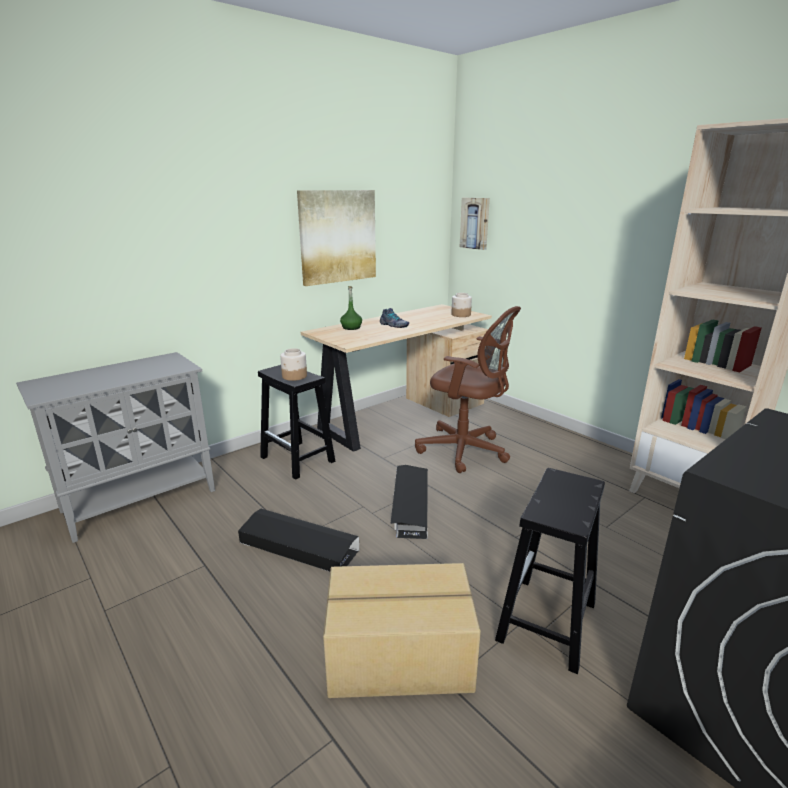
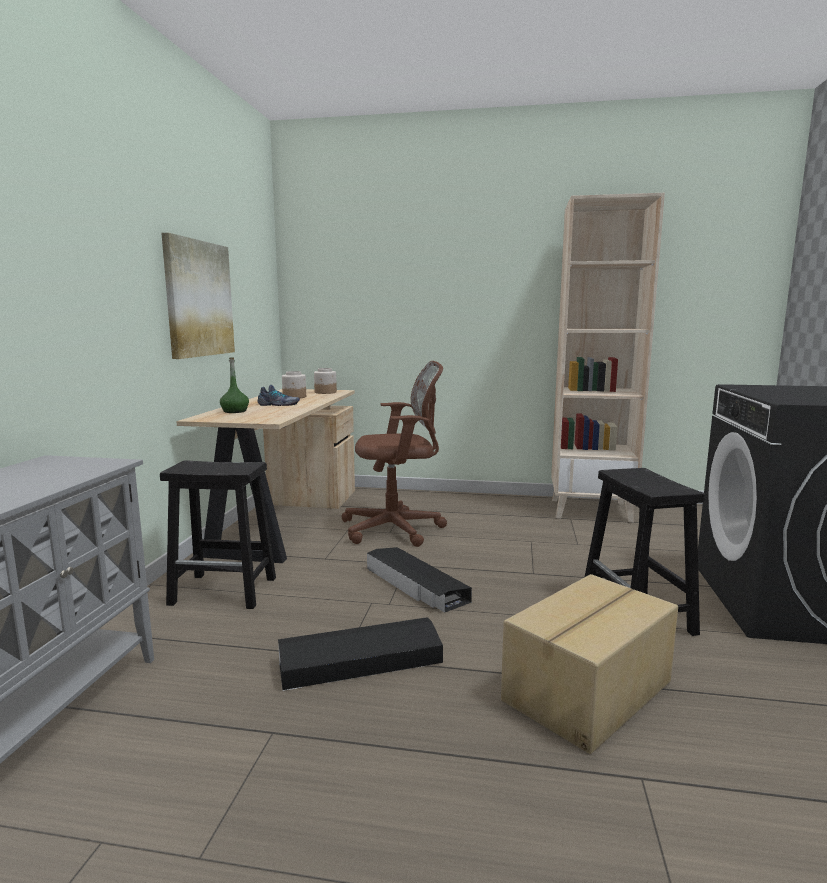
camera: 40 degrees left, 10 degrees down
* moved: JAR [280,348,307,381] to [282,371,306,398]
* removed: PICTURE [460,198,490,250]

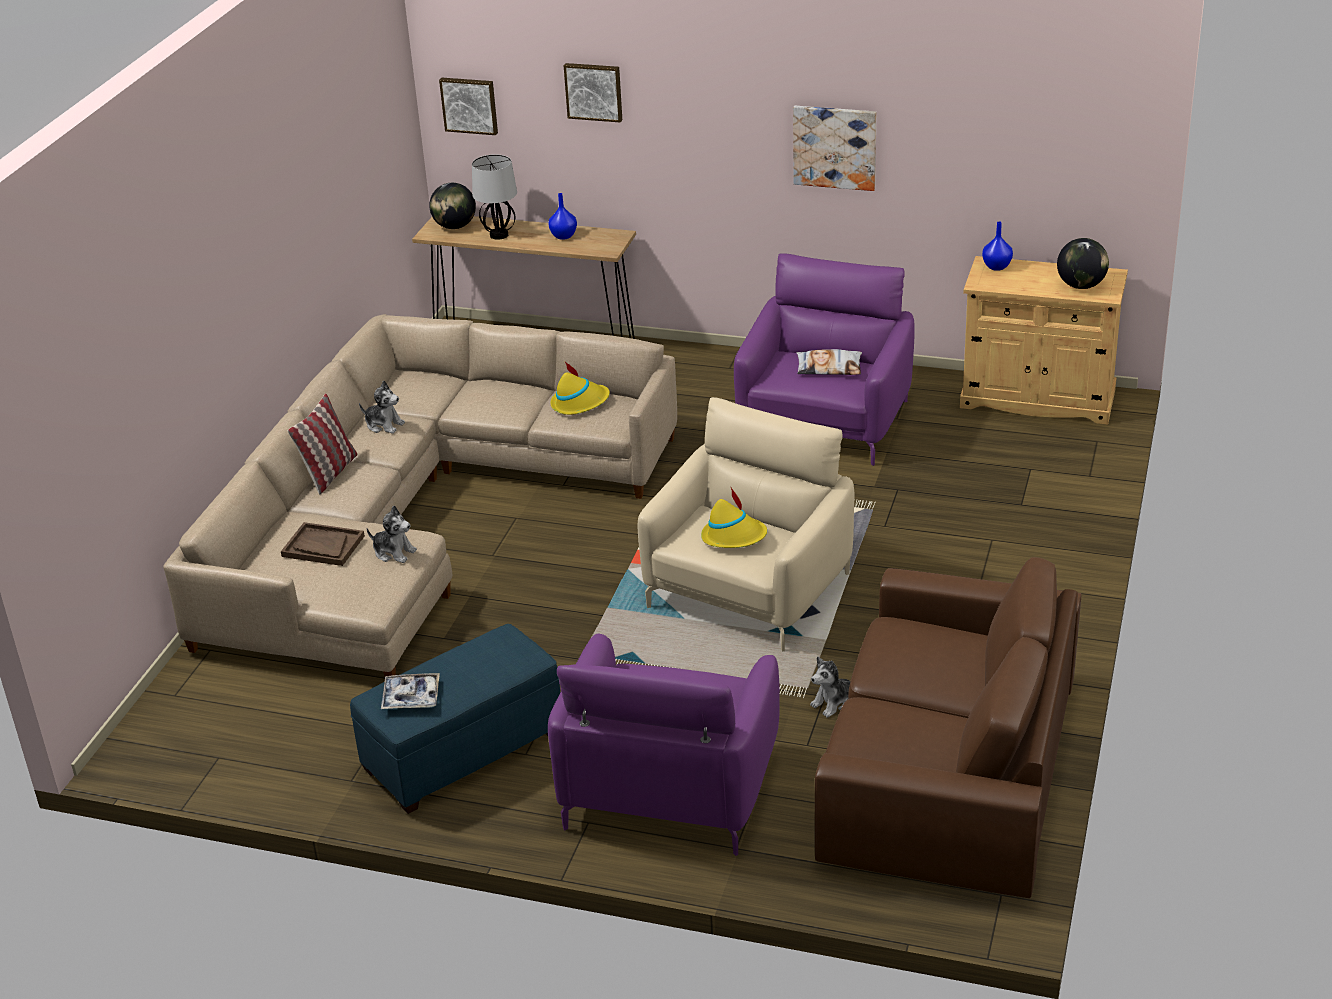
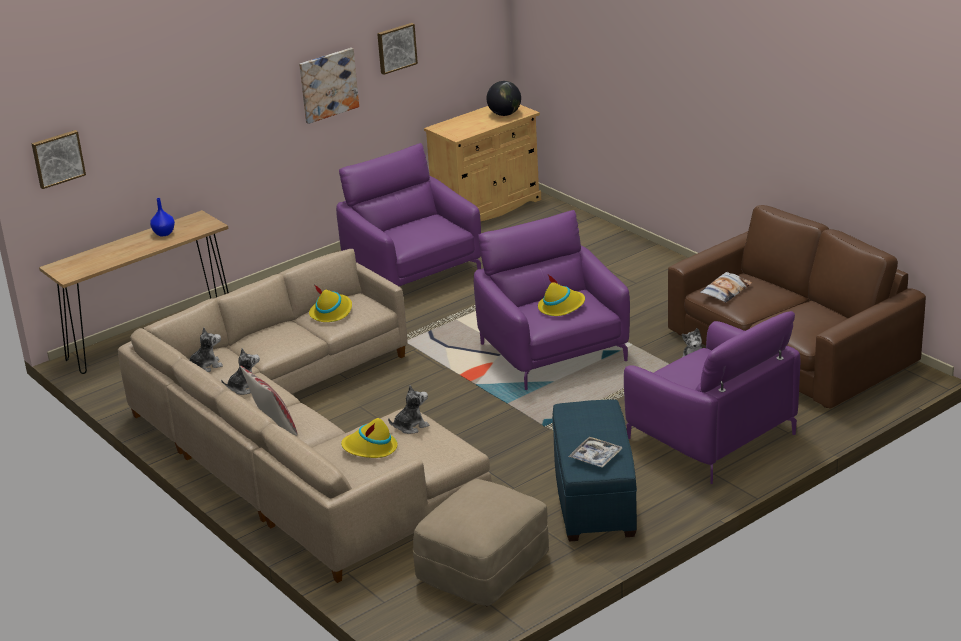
camera: 55 degrees left, 5 degrees down
* replaced: BROWN TRAY [281,522,365,566] to YELLOW HAT [341,418,398,458]
* removed: GLOBE [429,183,476,229]
* removed: TABLE LAMP [472,154,517,240]
* moved: PICTURE [564,63,622,122] to [377,23,418,75]
* recoloured: BEIGE ARMCHAIR [637,397,854,652] to PURPLE ARMCHAIR [474,210,630,390]
* moved: PILLOW [797,349,862,375] to [700,272,752,303]
* removed: BLUE VASE [982,222,1013,271]
* added: PLUSH TOY [189,327,223,372]
* added: BEIGE OTTOMAN [413,479,549,606]

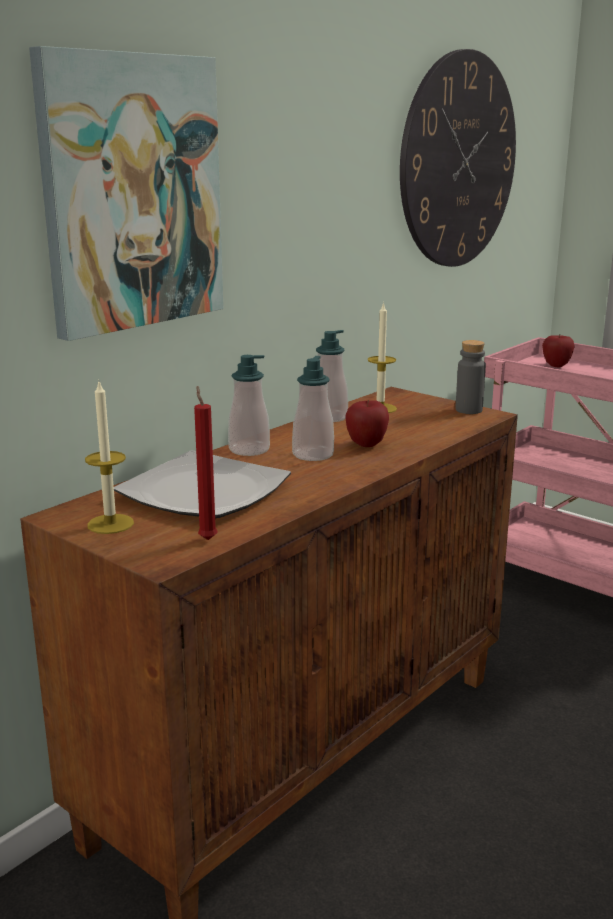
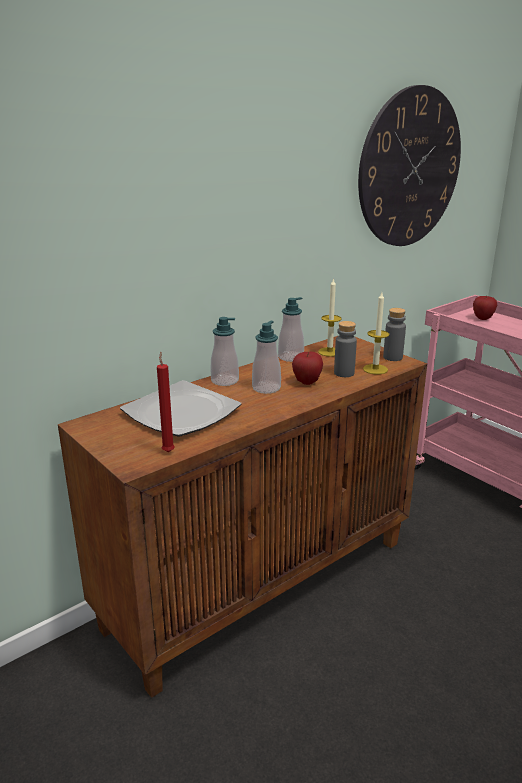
camera: 10 degrees right, 5 degrees up
* removed: PICTURE [29,46,223,341]
* moved: CANDLE [85,379,134,534] to [363,293,389,375]
* added: GREY BOTTLE [334,321,357,377]

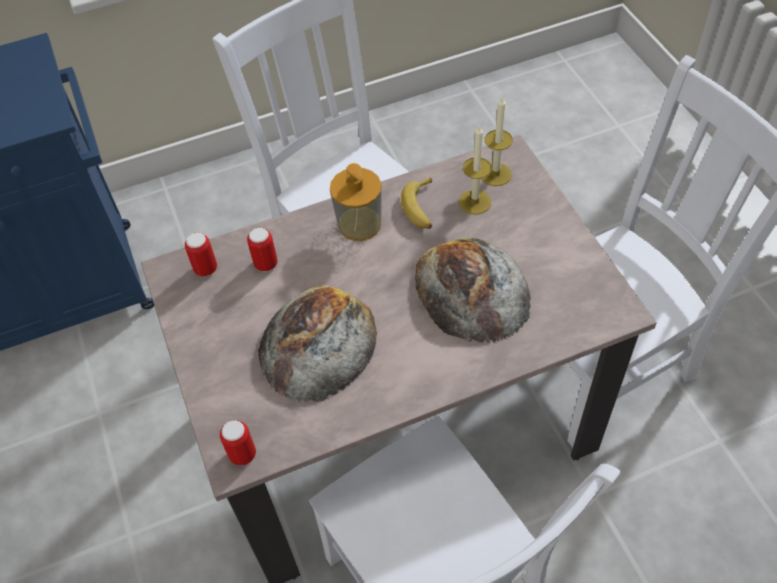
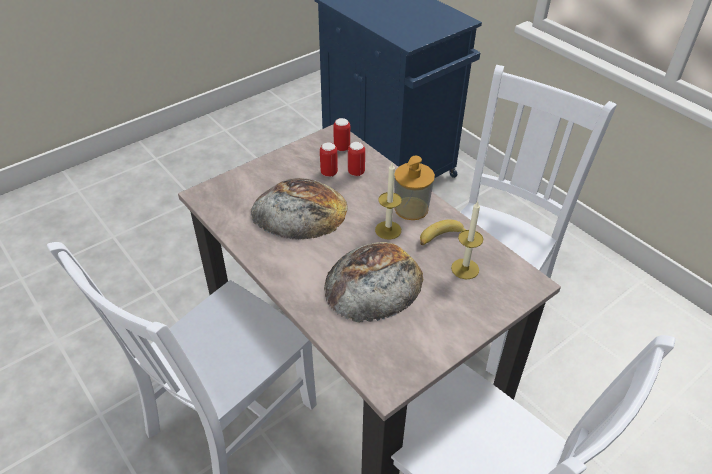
camera: 70 degrees right, 10 degrees down
* moved: CAN [220,420,256,466] to [320,142,338,177]
* moved: CANDLE [481,97,513,186] to [375,163,402,240]

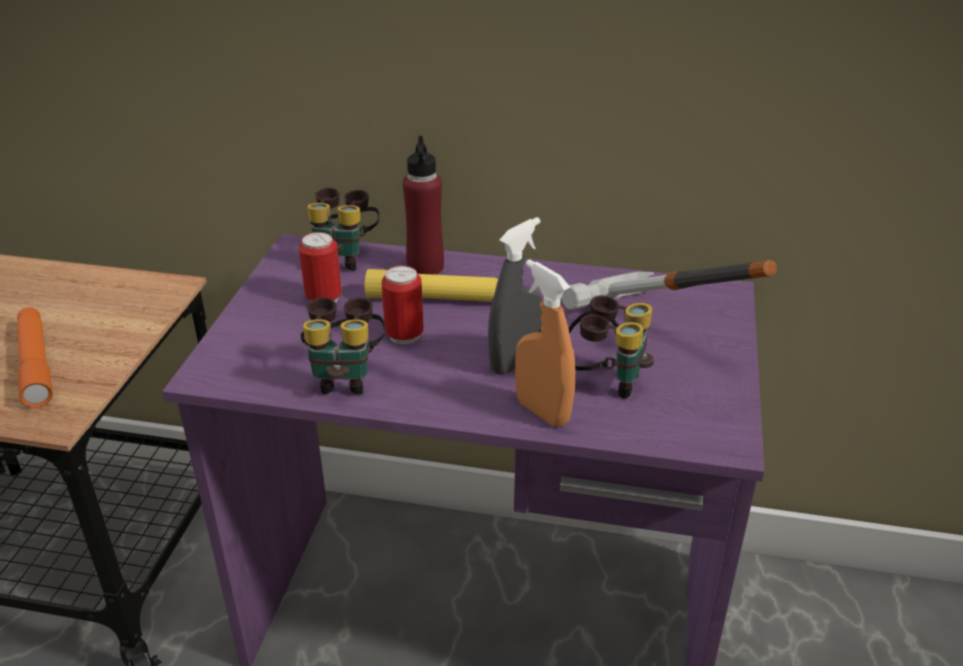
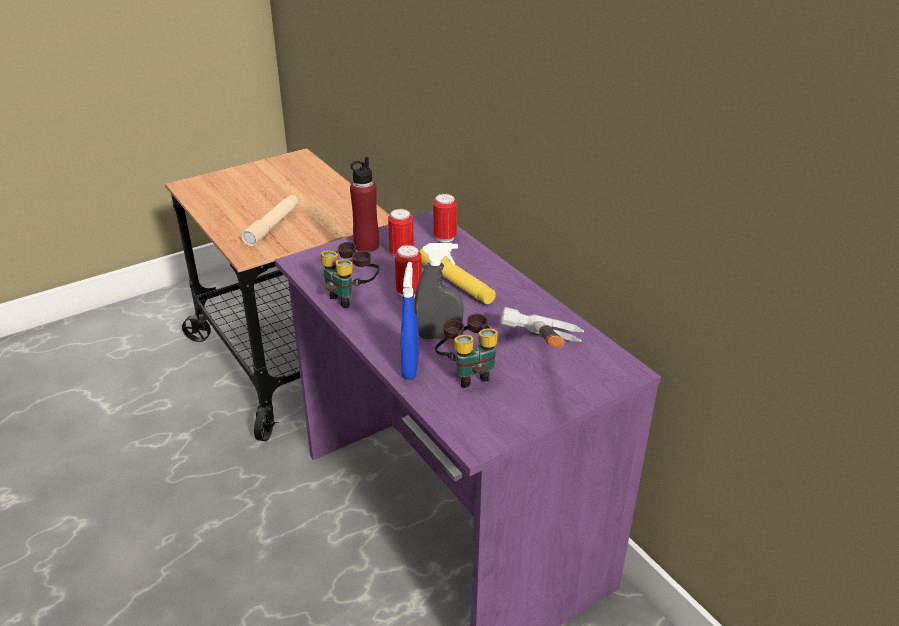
camera: 45 degrees right, 0 degrees up
* recoloured: ORANGE FLASHLIGHT [17,307,53,408] to BEIGE FLASHLIGHT [241,195,298,246]
* replaced: BINOCULARS [307,188,379,271] to CAN [433,194,457,242]
* moved: RED BOTTLE [403,136,444,275] to [350,157,379,252]
* recoloured: ORANGE SPRAY BOTTLE [515,259,575,427] to BLUE SPRAY BOTTLE [401,262,419,380]

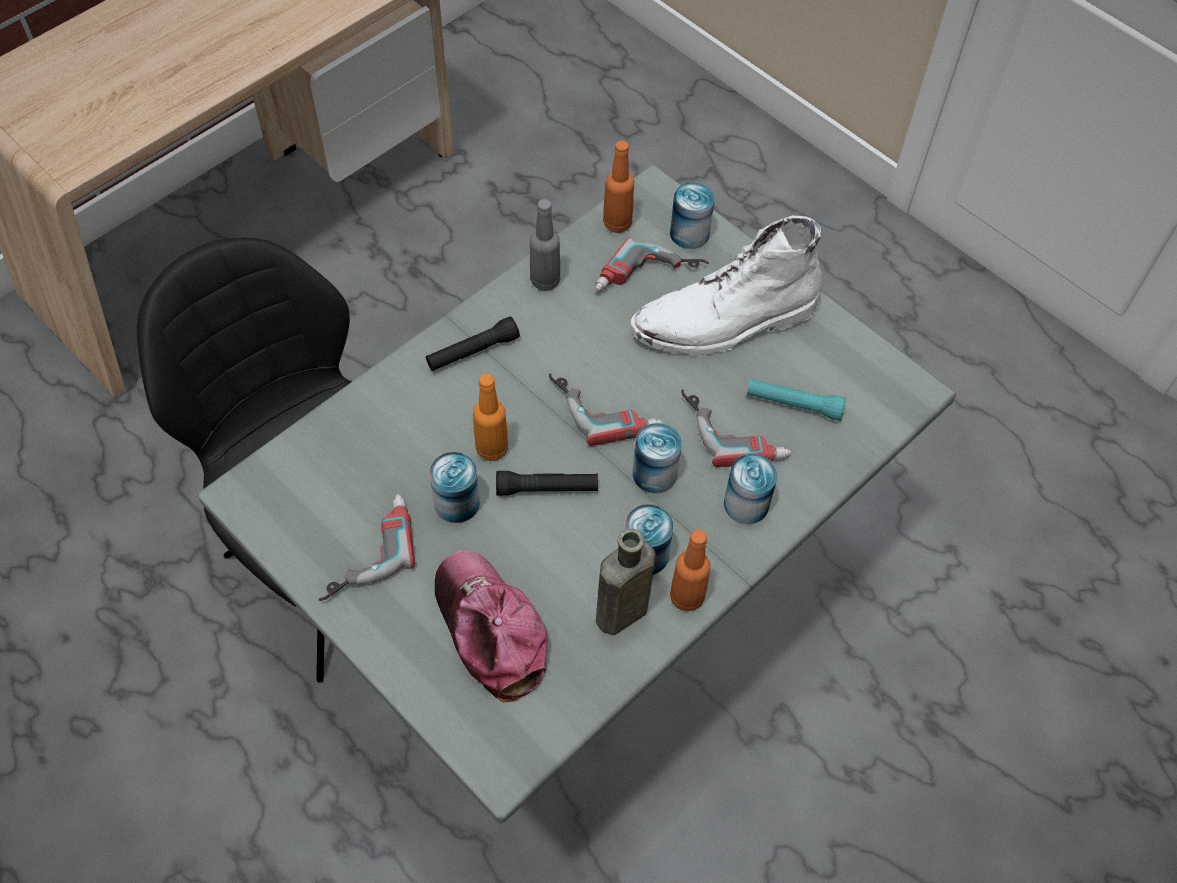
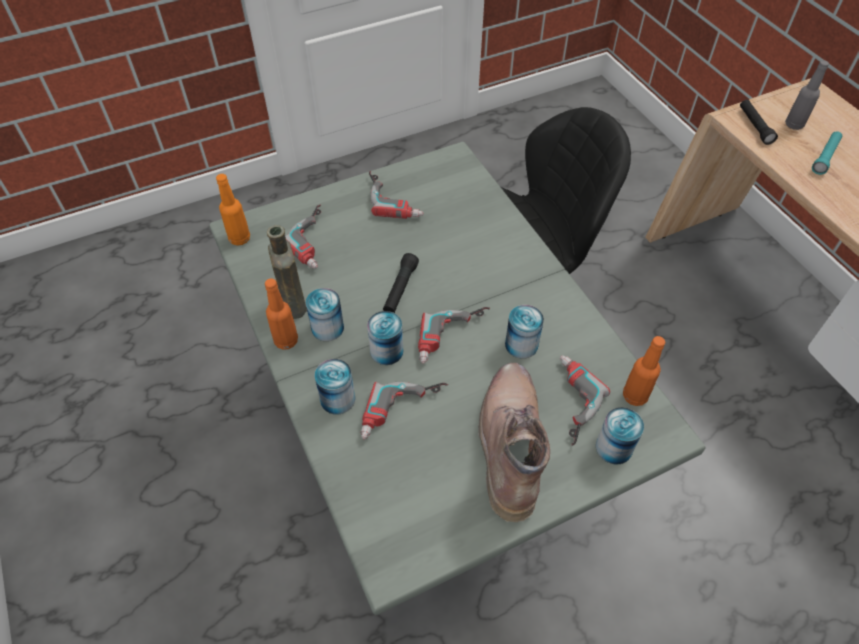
camera: 110 degrees right, 5 degrees down
* moved: BLACK FLASHLIGHT [426,316,520,371] to [740,99,778,145]
* moved: CAN [429,452,480,523] to [505,305,544,359]
* replaced: CAP [435,550,548,703] to POWER DRILL [285,204,321,269]
* moved: ORANGE BOTTLE [473,374,508,461] to [216,174,250,246]
* moved: GREY BOTTLE [530,199,560,291] to [785,60,829,130]
* recoloured: WHITE BOOT [630,216,822,355] to BROWN BOOT [478,363,550,522]
* moved: TURQUOISE FLASHLIGHT [747,379,847,421] to [812,131,842,175]

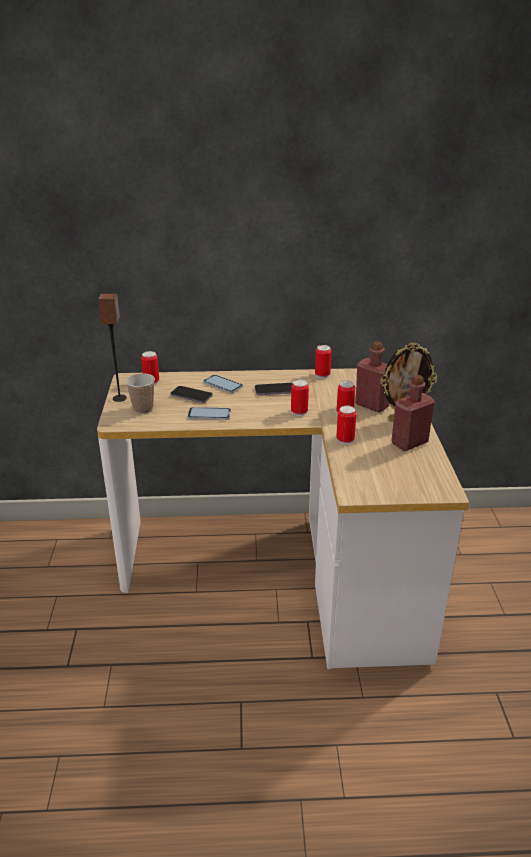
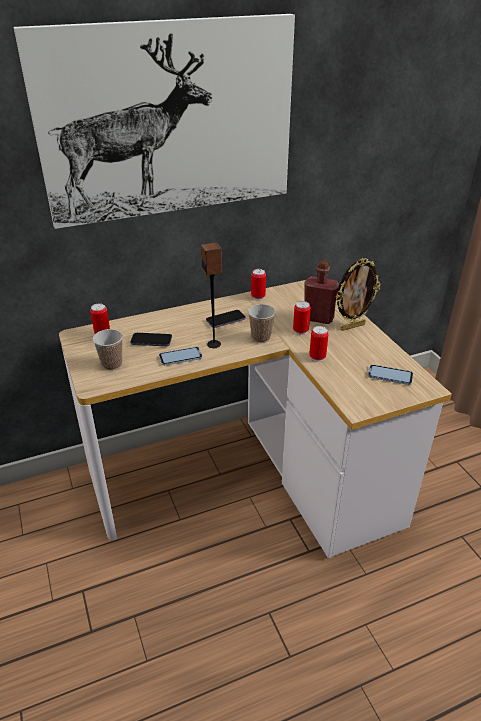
camera: 20 degrees left, 5 degrees up
* moved: SPEAKER [98,294,127,402] to [201,242,222,348]
* moved: PHONE [203,375,243,393] to [368,364,413,385]
* replaced: CAN [291,379,309,416] to CUP [248,304,276,343]
* removed: RED BOTTLE [391,375,434,451]
* added: PICTURE [14,14,295,229]

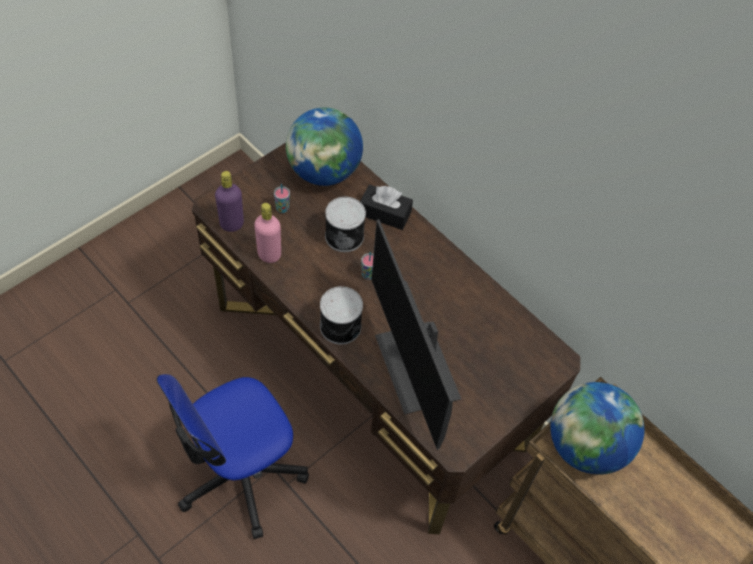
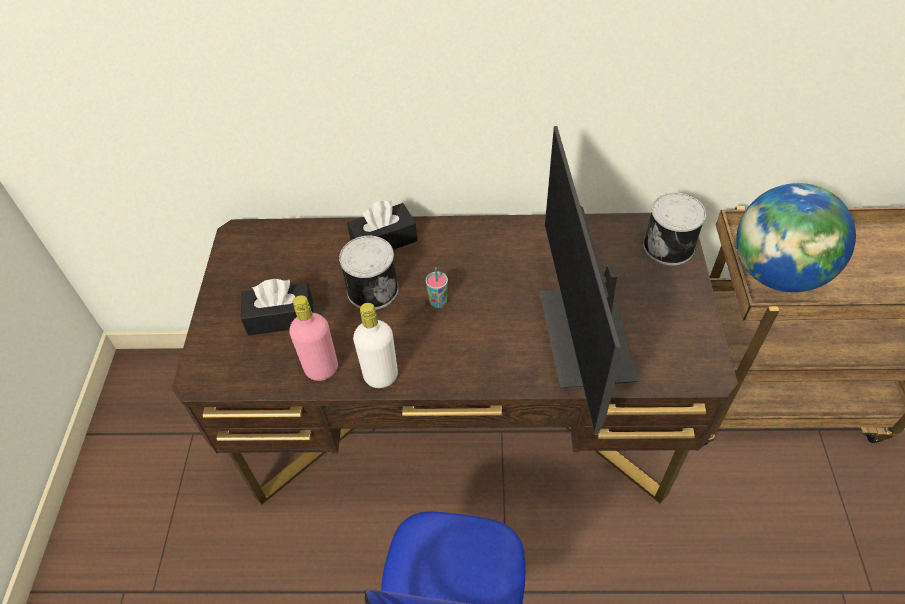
camera: 40 degrees left, 5 degrees down
* removed: PURPLE BOTTLE [215,171,244,232]
* replaced: CUP [274,184,290,213] to BLACK TISSUE BOX [241,279,313,336]
* removed: GLOBE [286,108,363,186]
* moved: CAN [320,286,363,345] to [643,193,706,265]
* turned: MONITOR [371,219,461,450] = [539,126,640,435] 60 degrees clockwise
* added: WHITE BOTTLE [353,303,398,388]

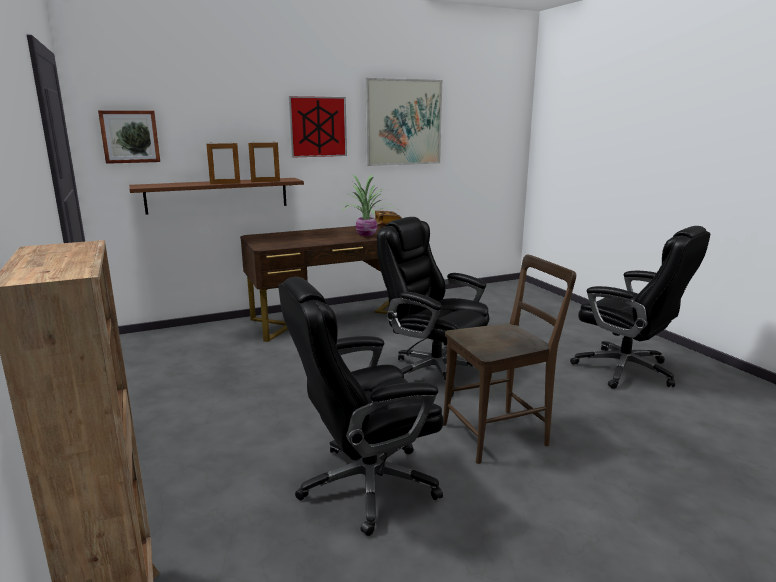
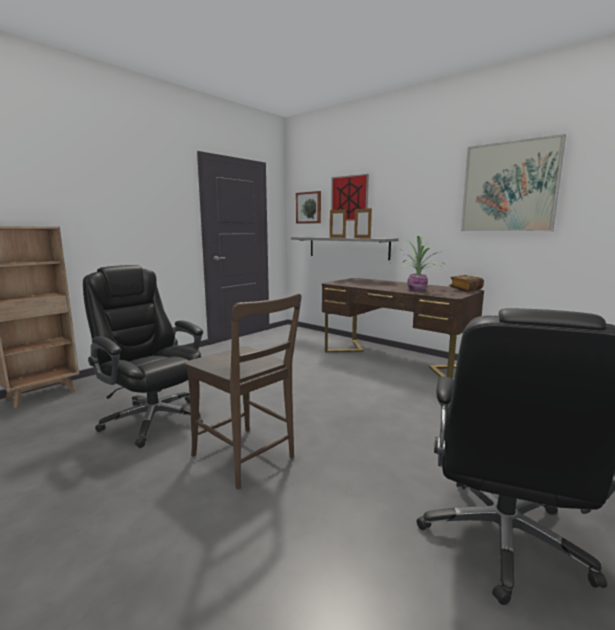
camera: 65 degrees right, 5 degrees down
* recoloured: BROWN SHELF [129,178,304,215] to GREY SHELF [291,237,398,260]
* moved: PICTURE [289,96,347,158] to [331,174,369,221]
* removed: BLACK OFFICE CHAIR [377,217,489,397]

